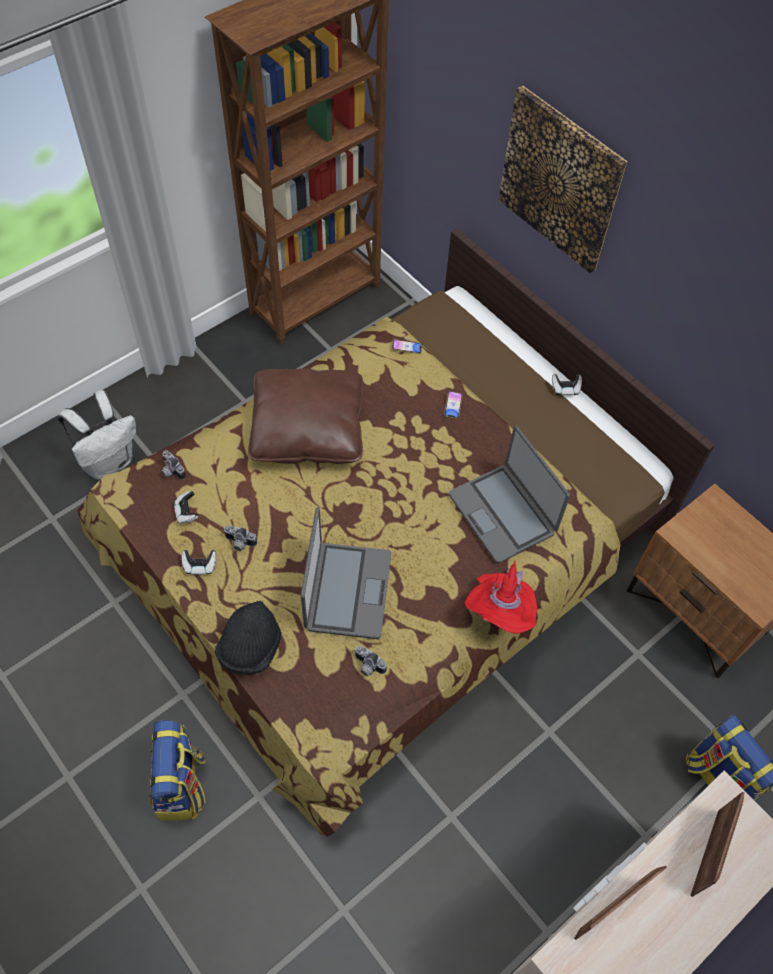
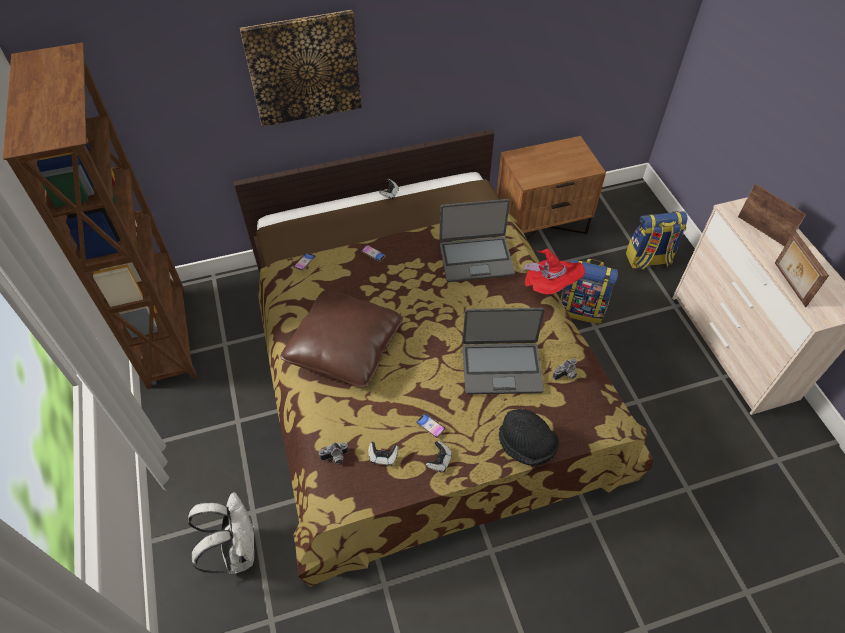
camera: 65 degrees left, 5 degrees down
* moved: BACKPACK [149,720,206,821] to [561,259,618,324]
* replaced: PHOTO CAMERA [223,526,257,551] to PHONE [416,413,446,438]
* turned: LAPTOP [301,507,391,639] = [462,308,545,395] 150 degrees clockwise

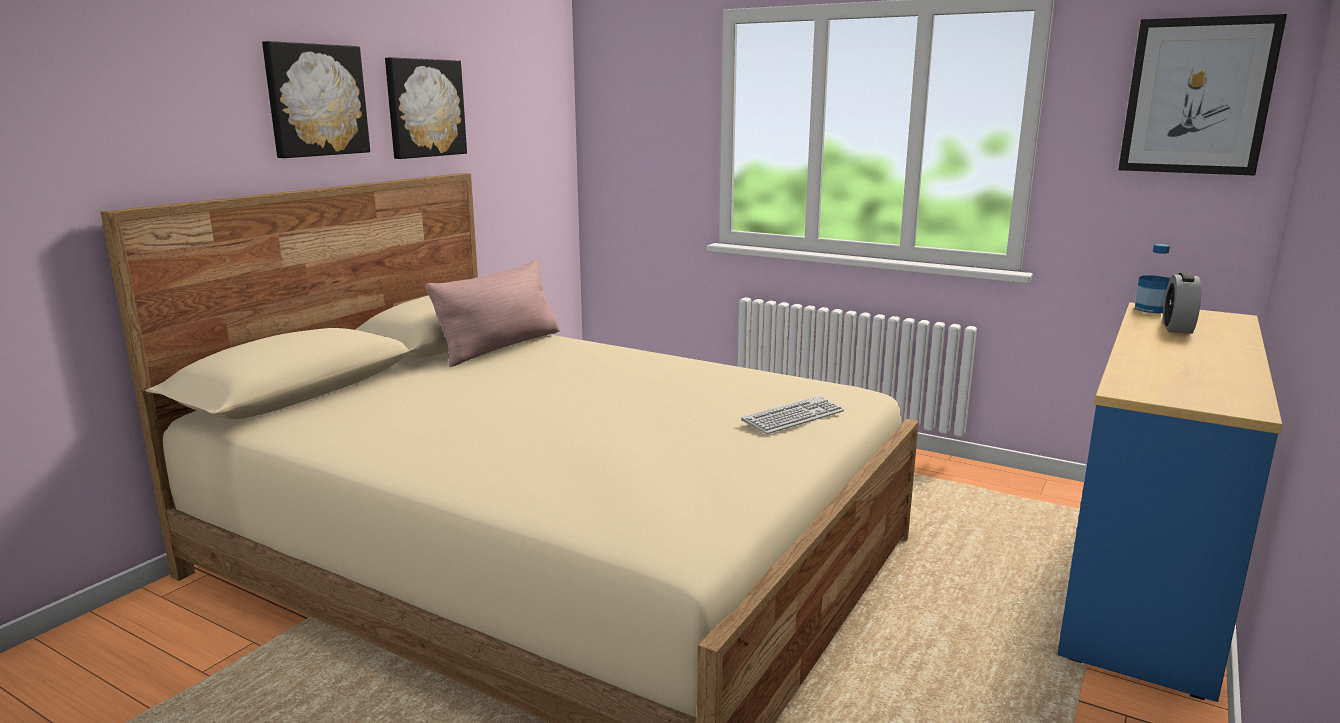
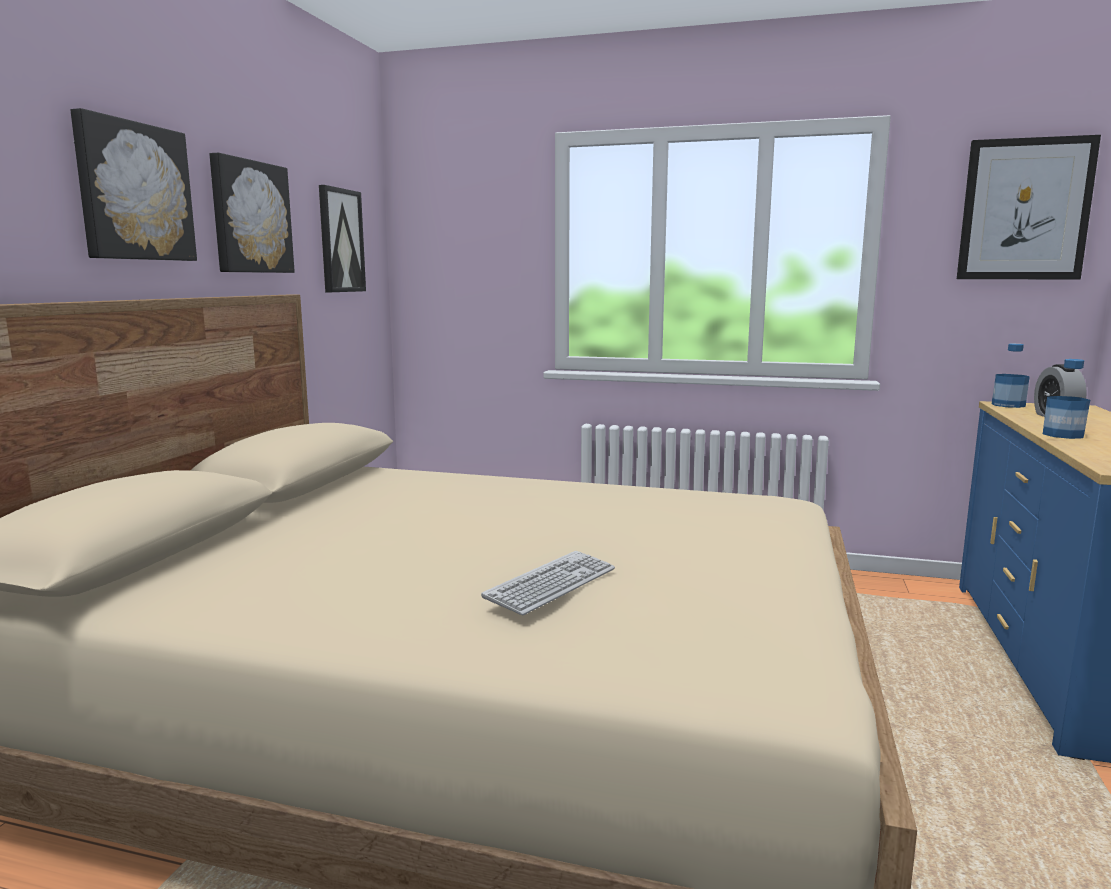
camera: 15 degrees left, 5 degrees down
* removed: PINK PILLOW [425,259,559,367]
* moved: KEYBOARD [741,396,844,434] to [481,551,615,615]
* added: PICTURE [319,185,366,292]
* added: BOTTLE [1043,359,1090,439]

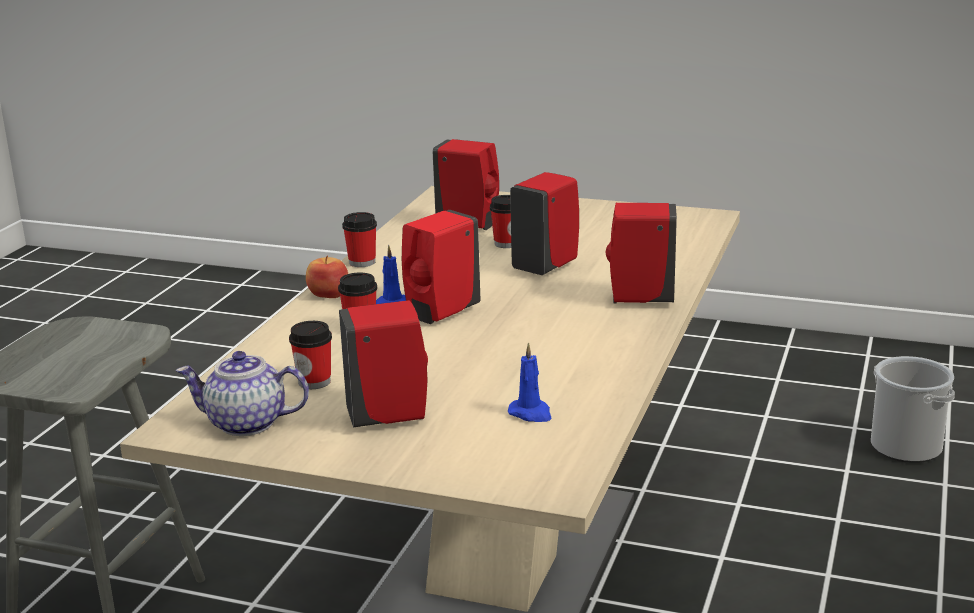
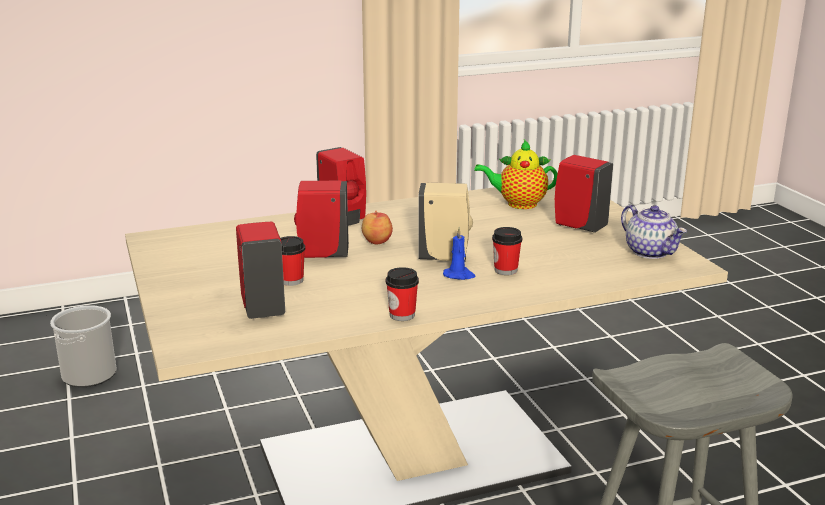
camera: 130 degrees left, 0 degrees up
* removed: CUP [289,321,332,389]
* moved: APPLE [306,255,348,298] to [362,211,393,244]
* recoloured: RED SOAP DISPENSER [402,210,480,324] to BEIGE SOAP DISPENSER [418,183,473,262]
* replaced: BLUE CANDLE [508,342,552,422] to TEAPOT [475,140,558,209]

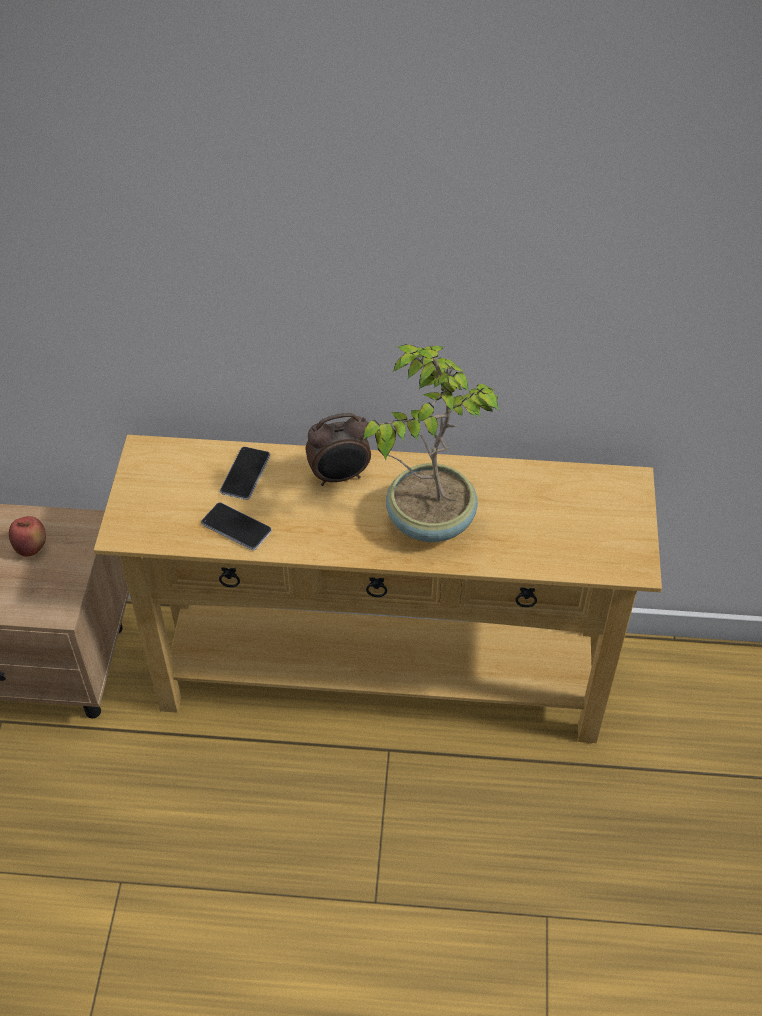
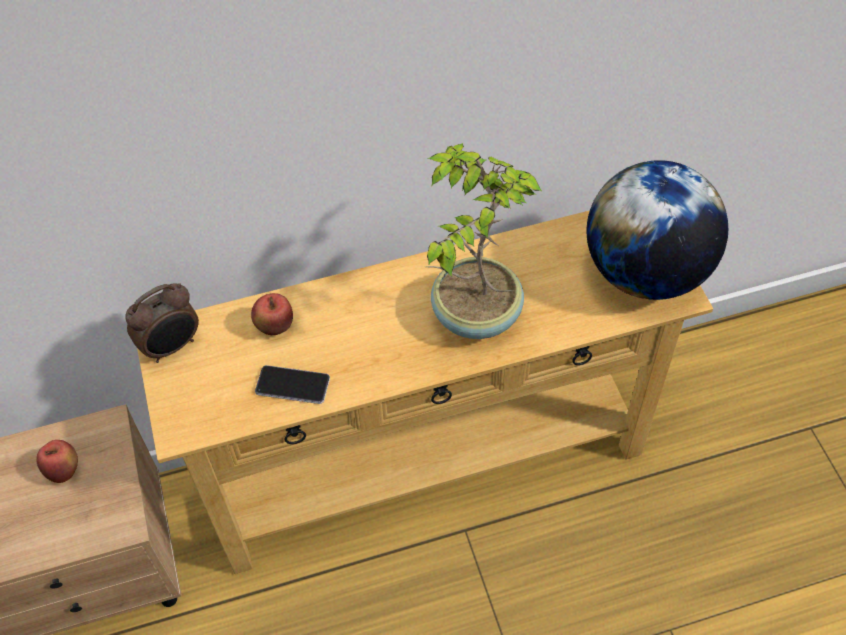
camera: 20 degrees left, 5 degrees up
* replaced: PHONE [220,447,270,500] to APPLE [251,293,293,335]
* moved: ALARM CLOCK [306,413,371,486] to [125,283,199,363]
* added: GLOBE [587,160,728,300]

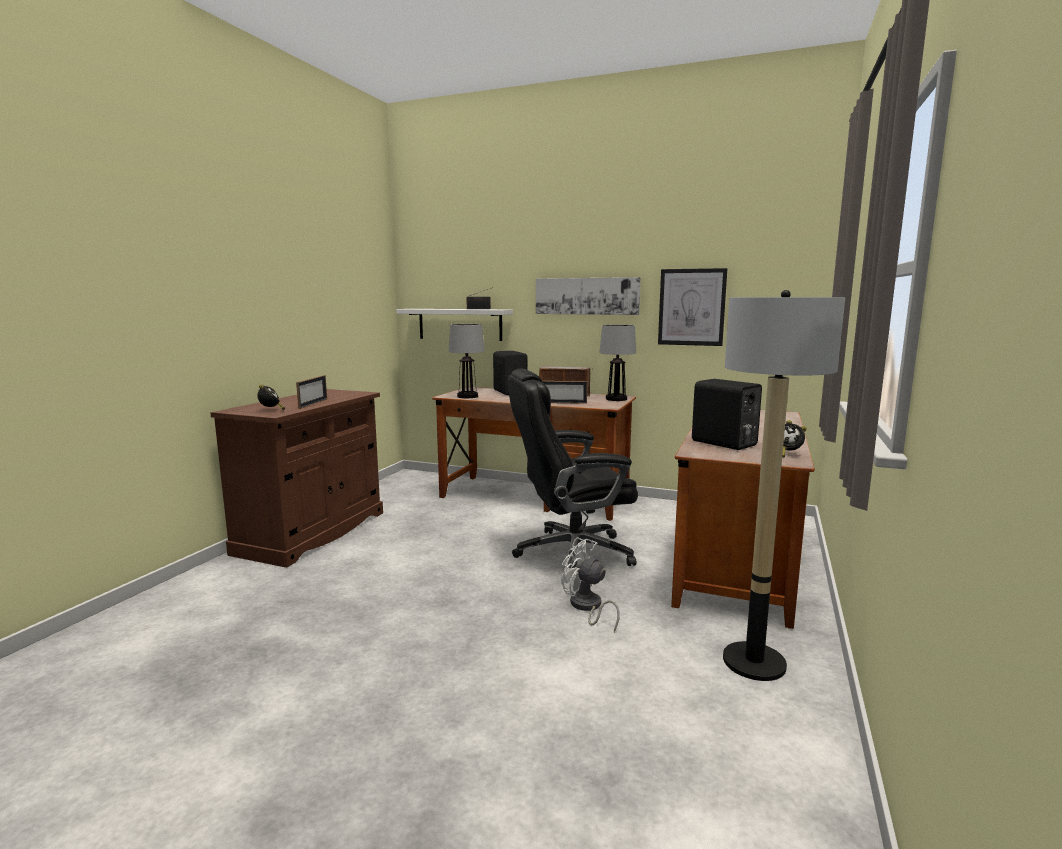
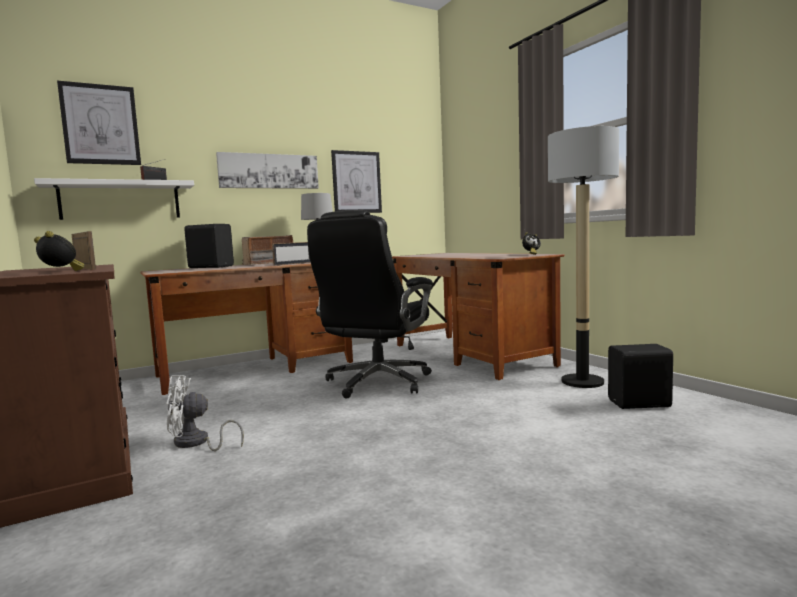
camera: 50 degrees left, 5 degrees down
* removed: TABLE LAMP [449,324,485,398]
* moved: WHITE FAN [561,537,620,632] to [166,375,244,451]
* moved: BLACK SPEAKER [692,379,762,450] to [608,344,674,409]
* added: PICTURE [57,81,141,165]

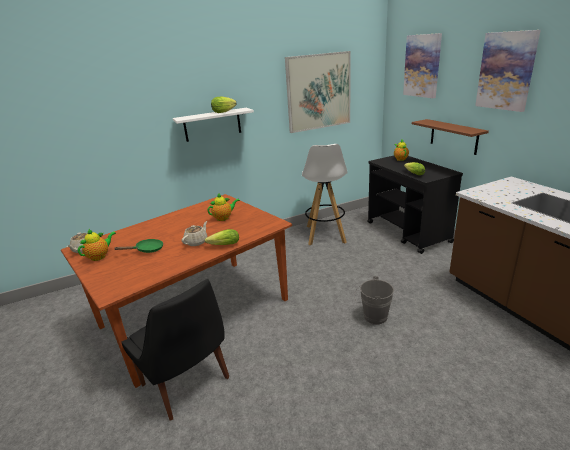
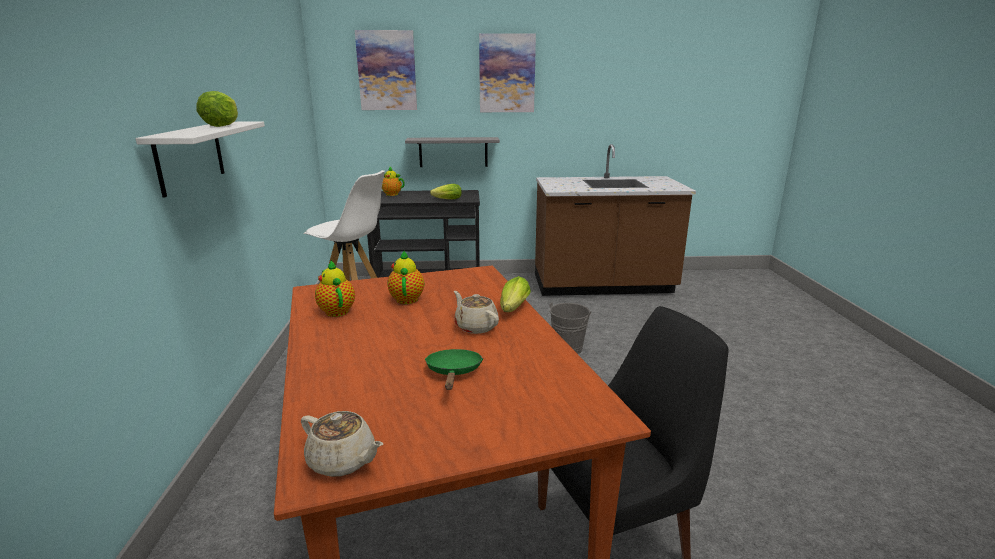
camera: 70 degrees left, 5 degrees down
* moved: TEAPOT [78,229,116,261] to [315,260,355,317]
* removed: PICTURE [285,51,351,133]
* recoloured: BROWN SHELF [412,119,489,155] to GREY SHELF [405,137,500,167]

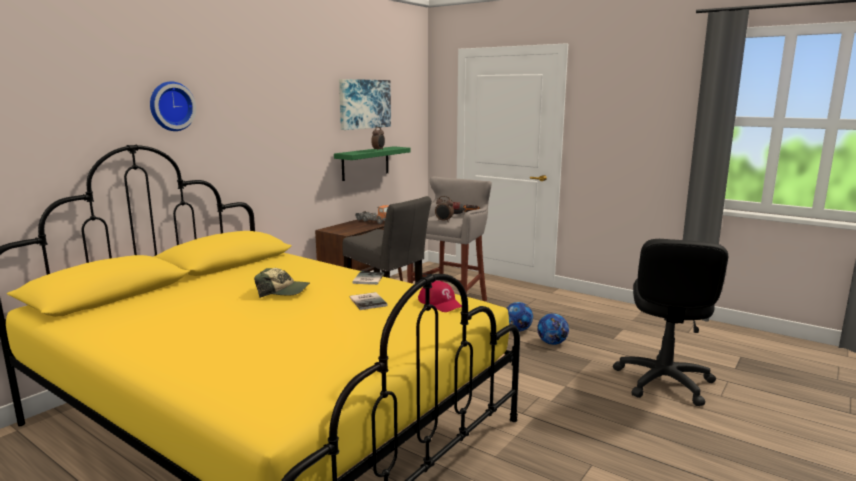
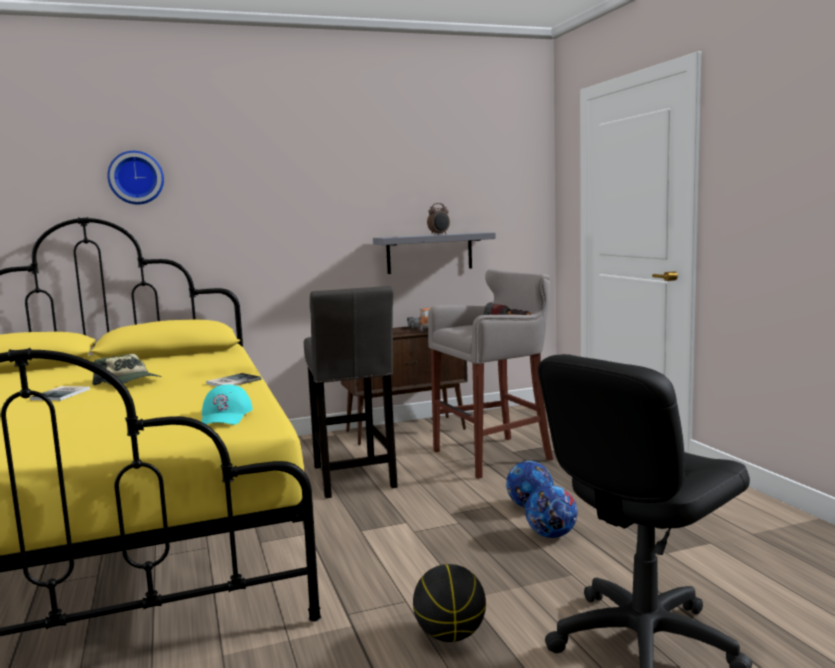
camera: 35 degrees right, 5 degrees down
* recoloured: GREEN SHELF [334,146,411,181] to GREY SHELF [373,232,496,274]
* removed: PICTURE [339,79,391,130]
* moved: BOOK [350,292,387,310] to [30,386,90,401]
* recoloured: RED CAP [418,281,462,312] to TURQUOISE CAP [201,384,253,425]
* removed: ALARM CLOCK [435,196,454,222]
* added: BASKETBALL [413,564,486,642]

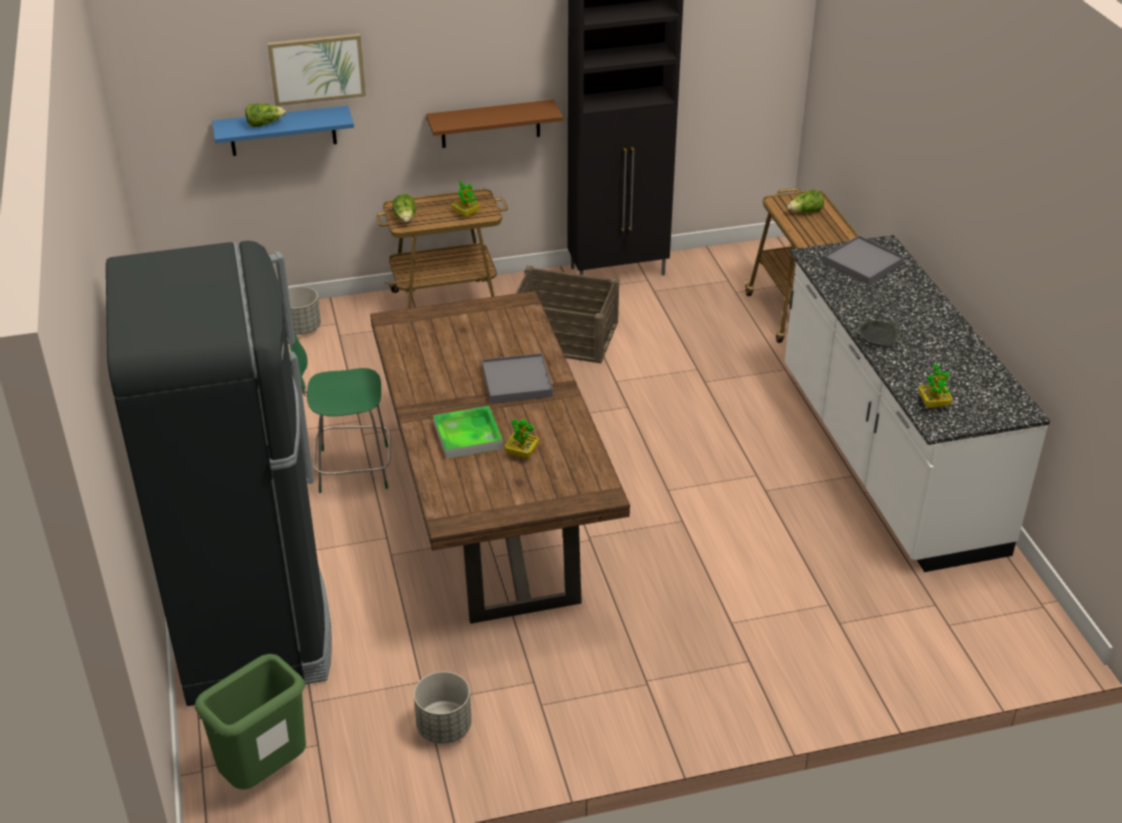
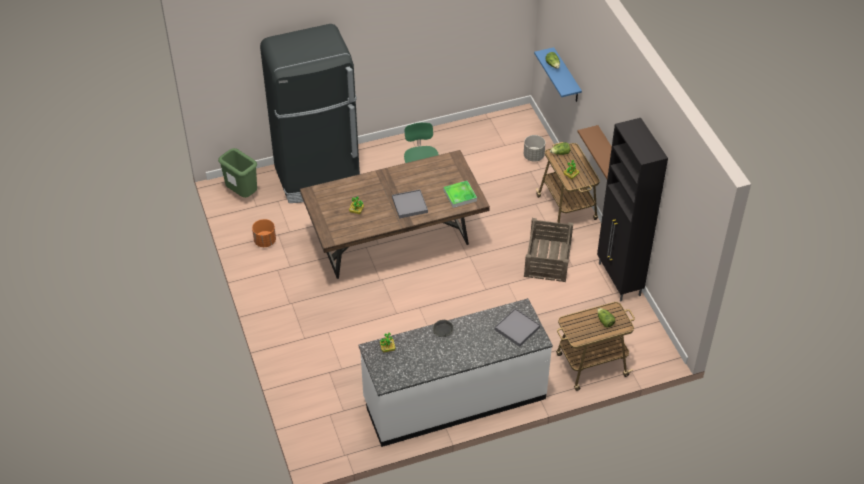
camera: 85 degrees right, 10 degrees up
* removed: PICTURE [267,34,366,106]
* recoloured: GREY PLANTER [414,672,471,744] to ORANGE PLANTER [252,219,276,247]
* moved: TRAY [433,406,503,459] to [443,181,477,208]

